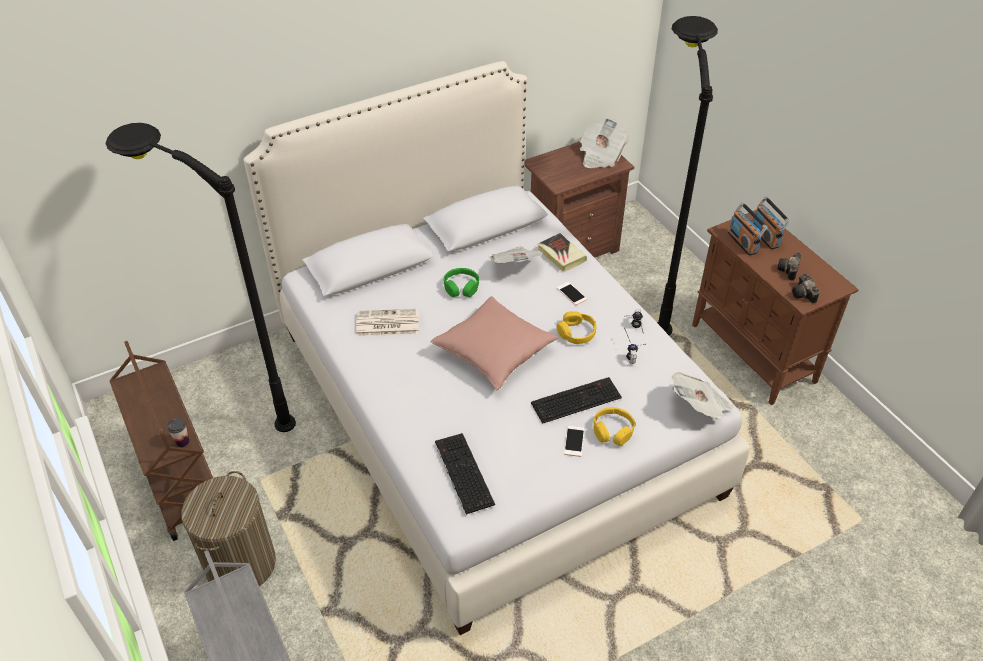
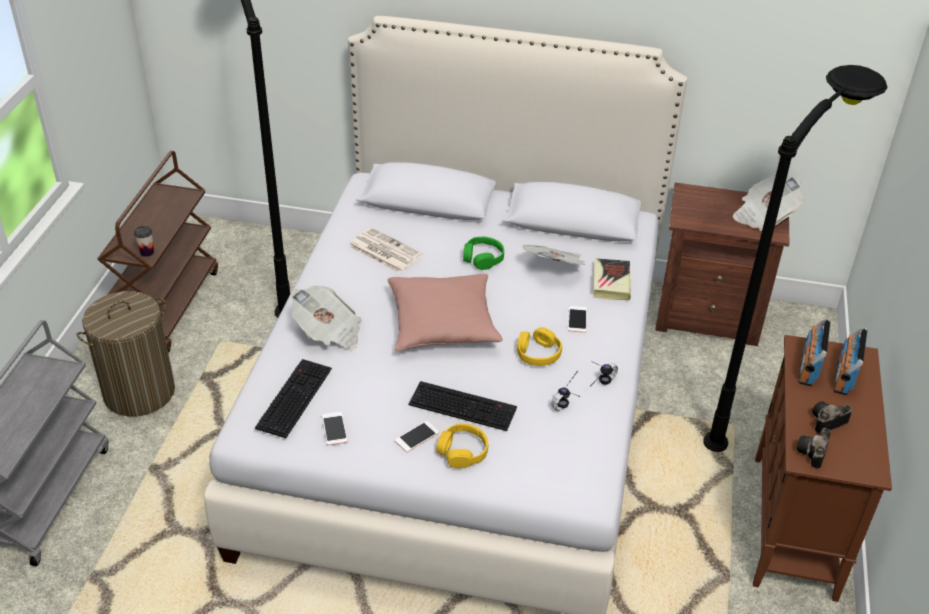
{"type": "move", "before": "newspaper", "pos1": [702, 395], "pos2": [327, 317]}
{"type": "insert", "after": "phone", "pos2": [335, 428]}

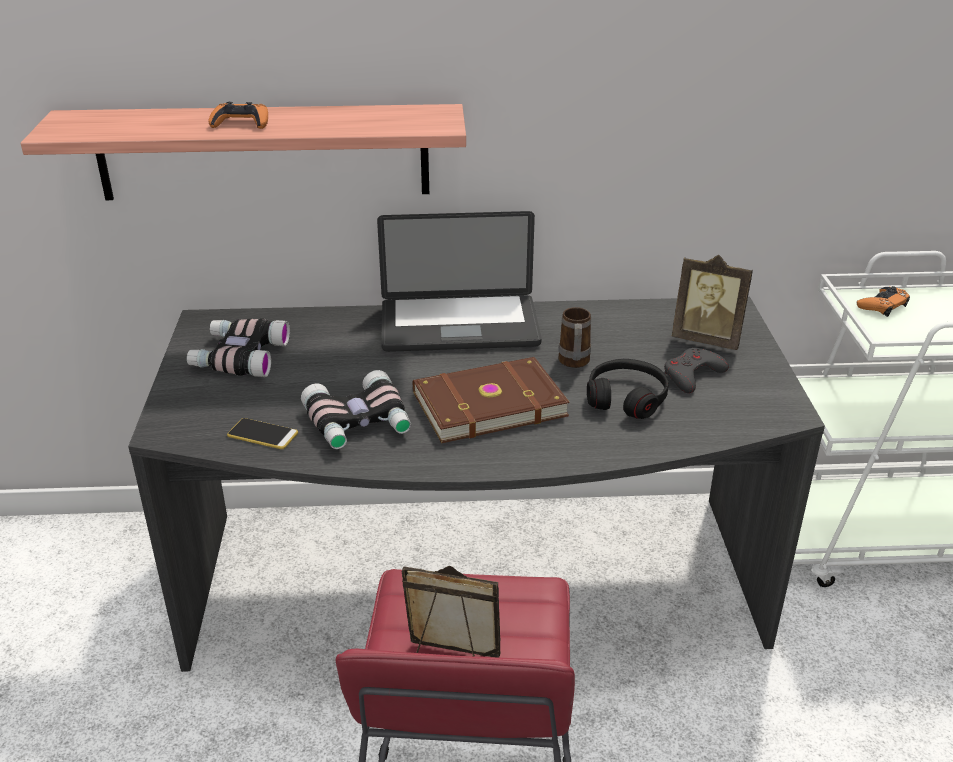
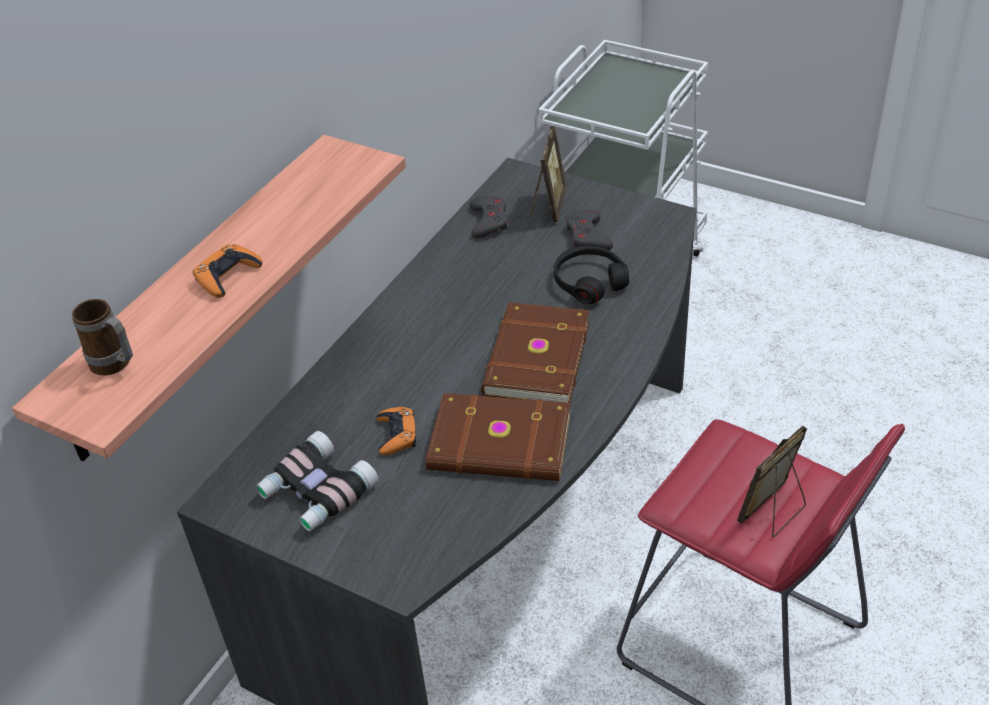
{"type": "move", "before": "tea mug", "pos1": [574, 337], "pos2": [102, 337]}
{"type": "move", "before": "orange-coloured joypad", "pos1": [883, 301], "pos2": [396, 431]}
{"type": "replace", "before": "binoculars", "after": "brown-coloured bound book", "pos1": [356, 409], "pos2": [498, 437]}
{"type": "insert", "after": "greyish joypad", "pos2": [488, 217]}
{"type": "rotate", "before": "photo frame", "pos1": [712, 302], "pos2": [548, 174], "turn": -45}
{"type": "delete", "before": "phone", "pos1": [262, 433]}
{"type": "delete", "before": "notebook computer", "pos1": [459, 281]}

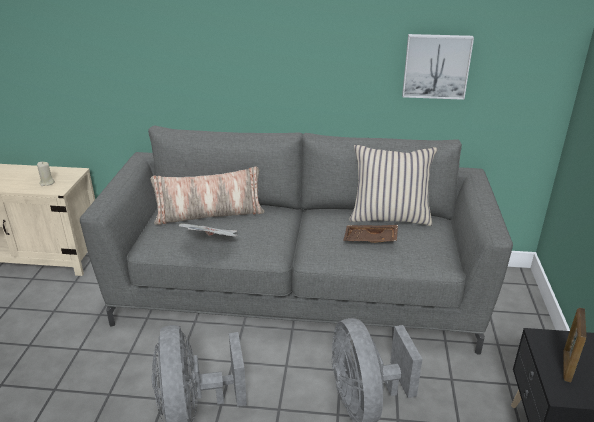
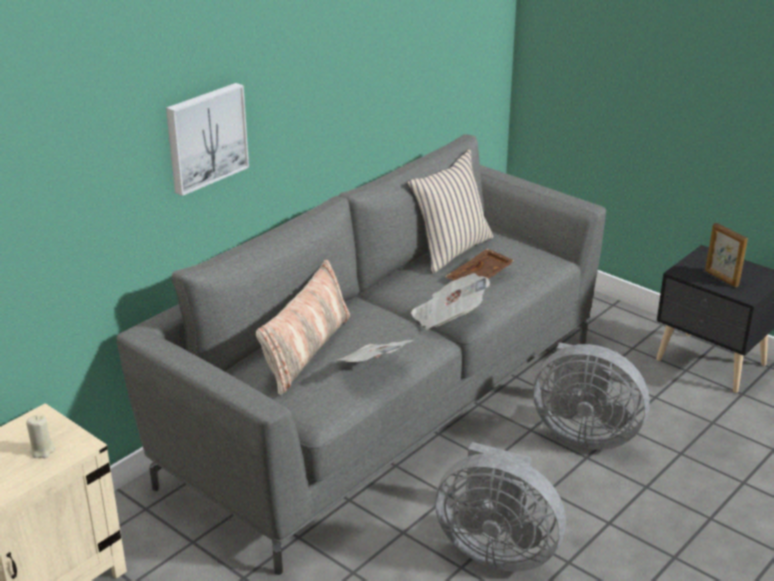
{"type": "move", "before": "wall picture", "pos1": [438, 67], "pos2": [207, 139]}
{"type": "insert", "after": "newspaper", "pos2": [450, 301]}

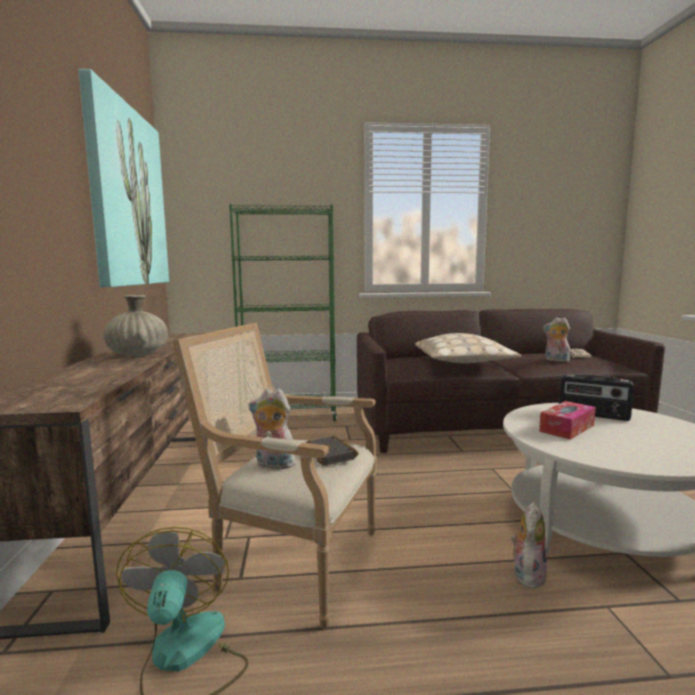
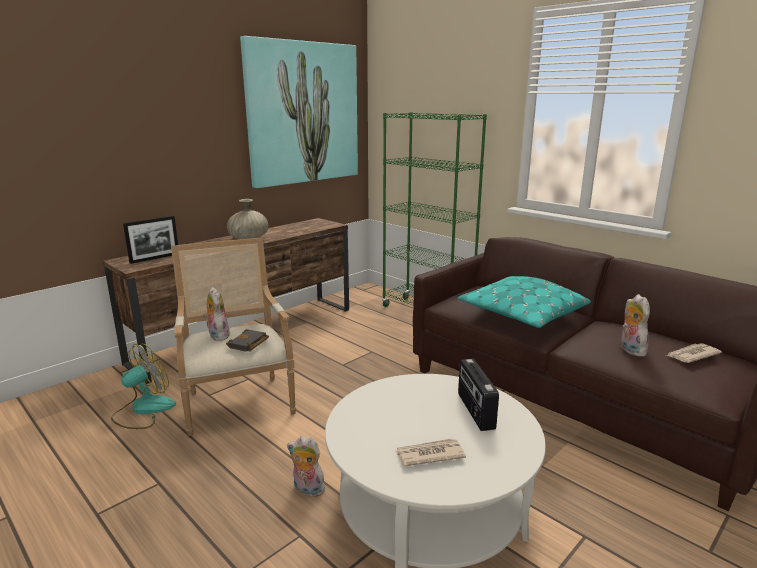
{"type": "insert", "after": "photo frame", "pos2": [150, 240]}
{"type": "rotate", "before": "soft toy", "pos1": [529, 546], "pos2": [306, 466], "turn": -150}
{"type": "insert", "after": "newspaper", "pos2": [430, 452]}
{"type": "recolor", "before": "sand-coloured cushion", "after": "turquoise cushion", "pos1": [468, 348], "pos2": [524, 302]}
{"type": "delete", "before": "box of tissues", "pos1": [567, 420]}

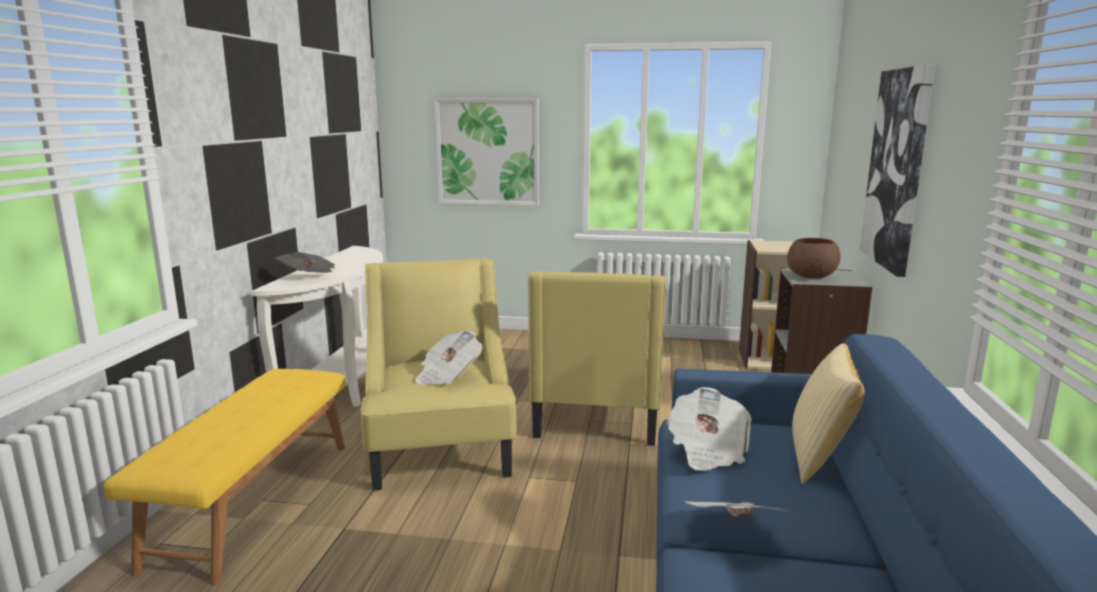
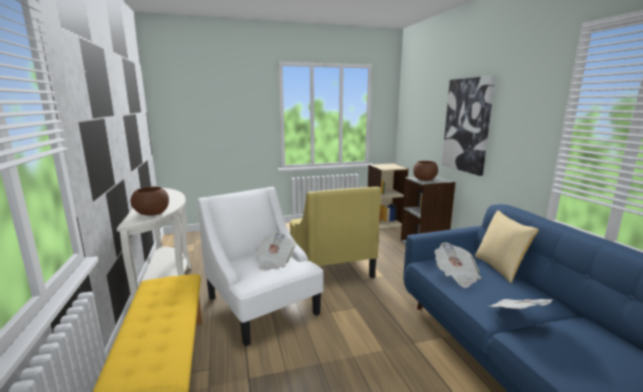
{"type": "replace", "before": "newspaper", "after": "brown-coloured bowl", "pos1": [305, 262], "pos2": [150, 201]}
{"type": "recolor", "before": "yellow-coloured armchair", "after": "whitish armchair", "pos1": [439, 374], "pos2": [260, 266]}
{"type": "delete", "before": "wall picture", "pos1": [486, 152]}

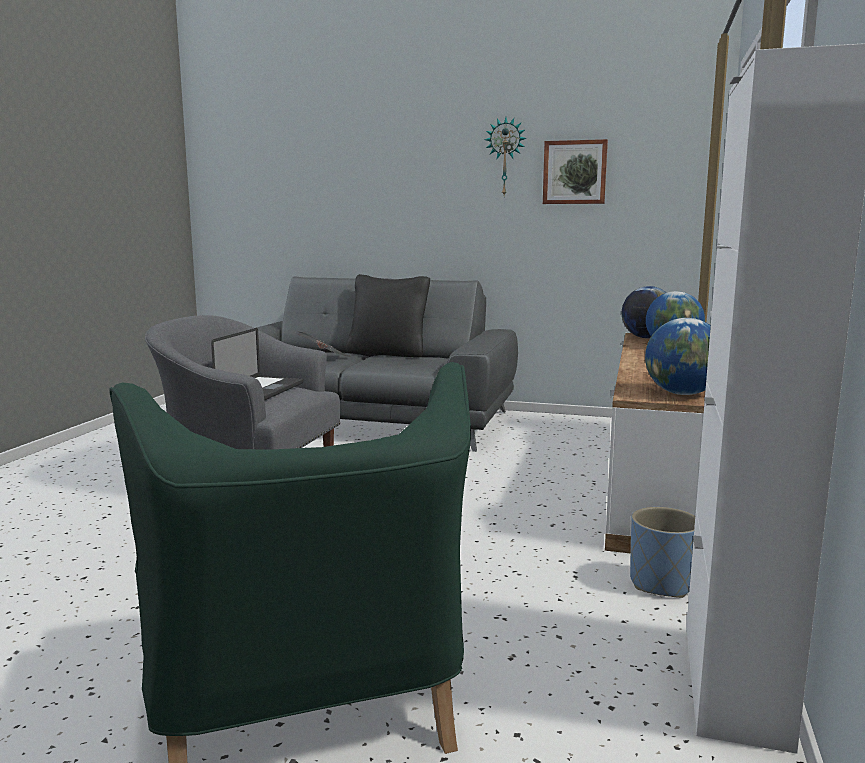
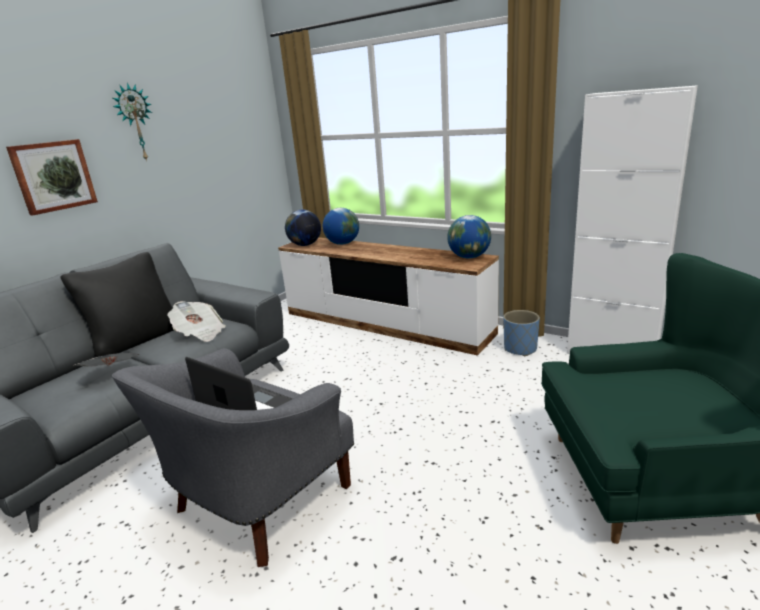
{"type": "move", "before": "wall picture", "pos1": [575, 171], "pos2": [52, 177]}
{"type": "insert", "after": "newspaper", "pos2": [196, 321]}

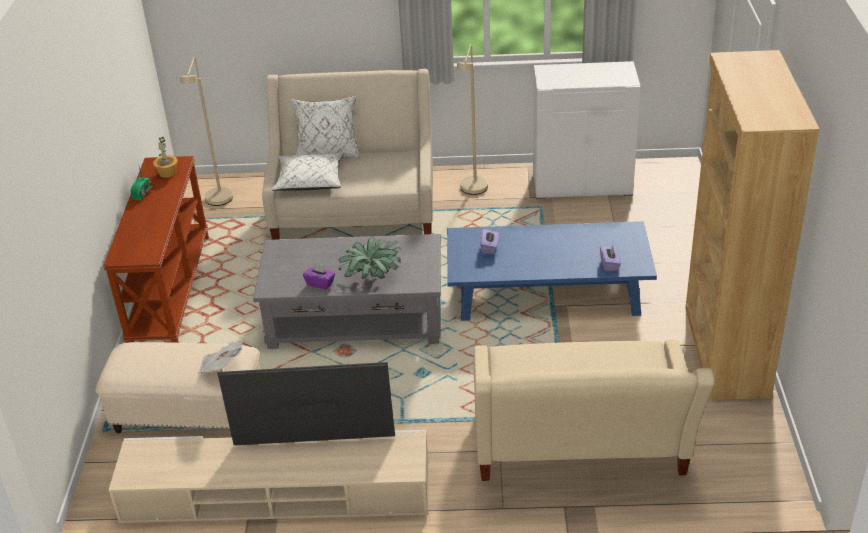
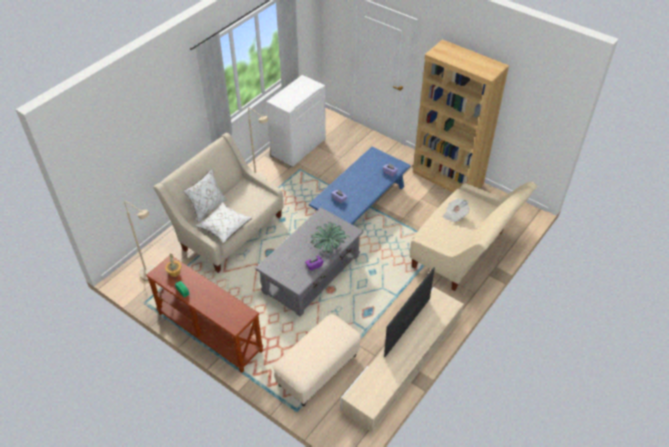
{"type": "move", "before": "newspaper", "pos1": [220, 357], "pos2": [456, 210]}

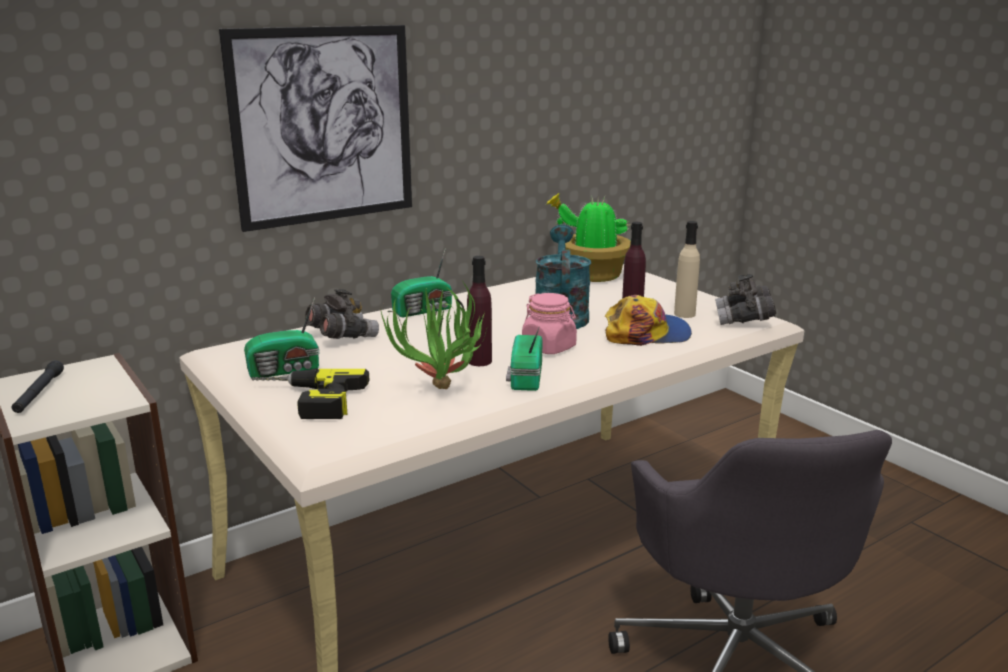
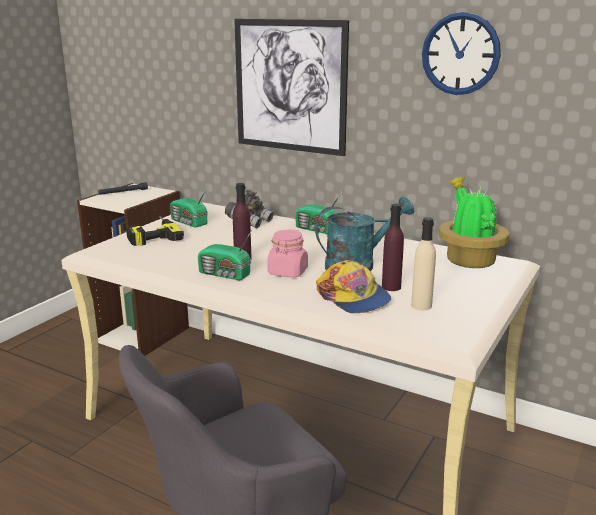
{"type": "rotate", "before": "radio", "pos1": [524, 359], "pos2": [226, 253], "turn": -135}
{"type": "insert", "after": "hanging clock", "pos2": [461, 53]}
{"type": "delete", "before": "potted plant", "pos1": [435, 334]}
{"type": "delete", "before": "greyish binoculars", "pos1": [745, 299]}

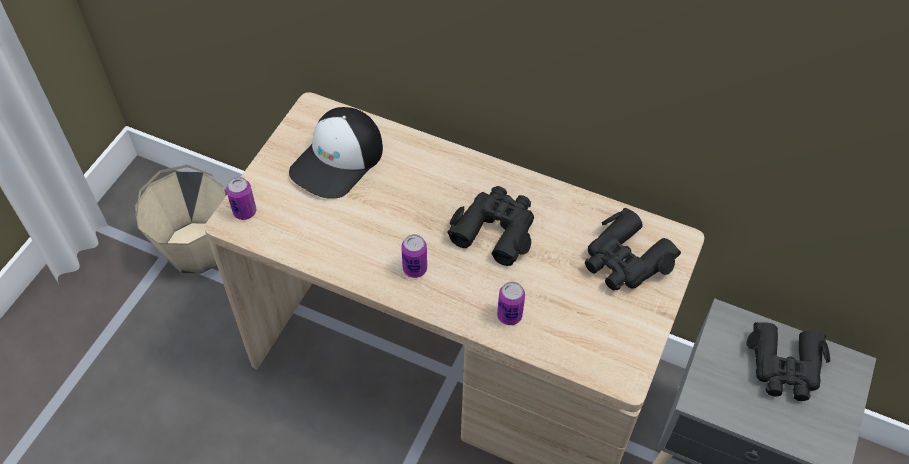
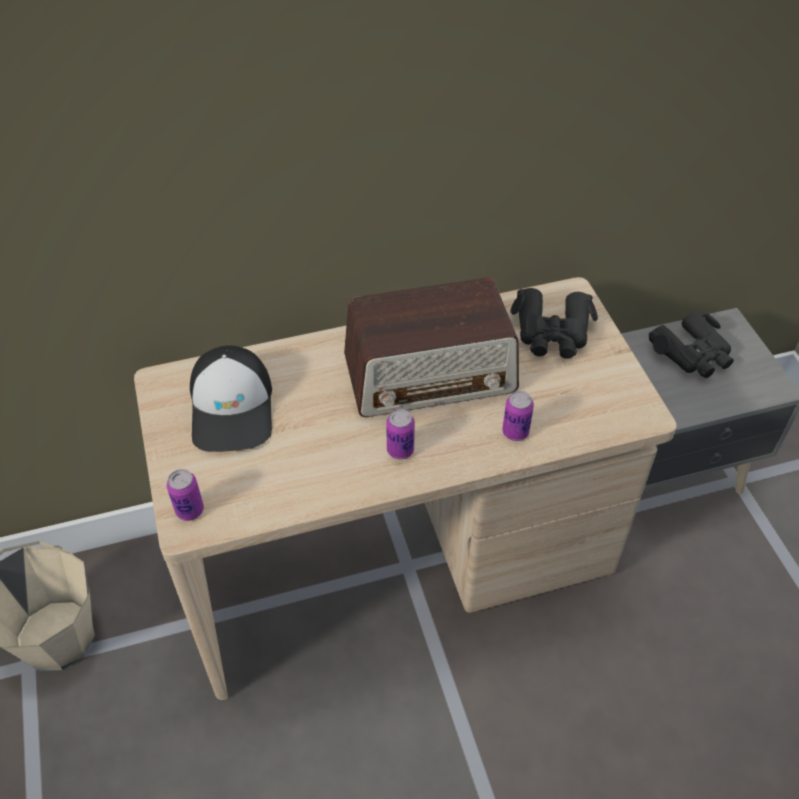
{"type": "replace", "before": "black binoculars", "after": "radio", "pos1": [490, 226], "pos2": [431, 347]}

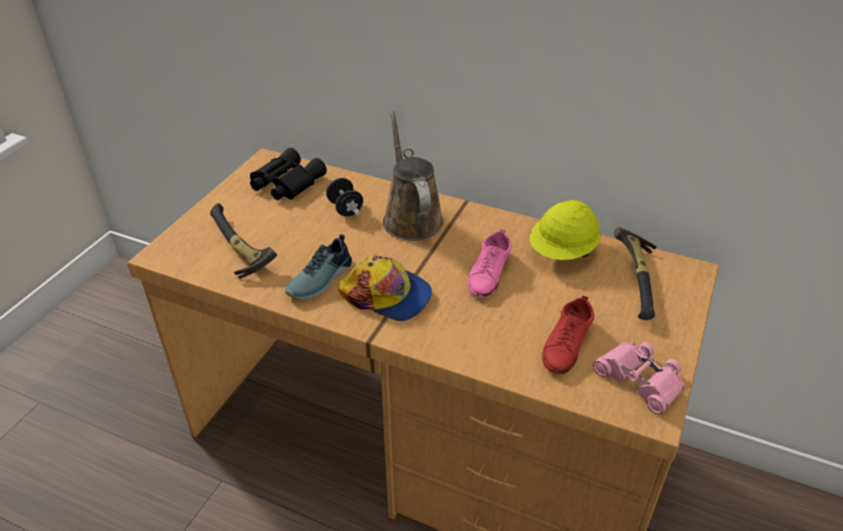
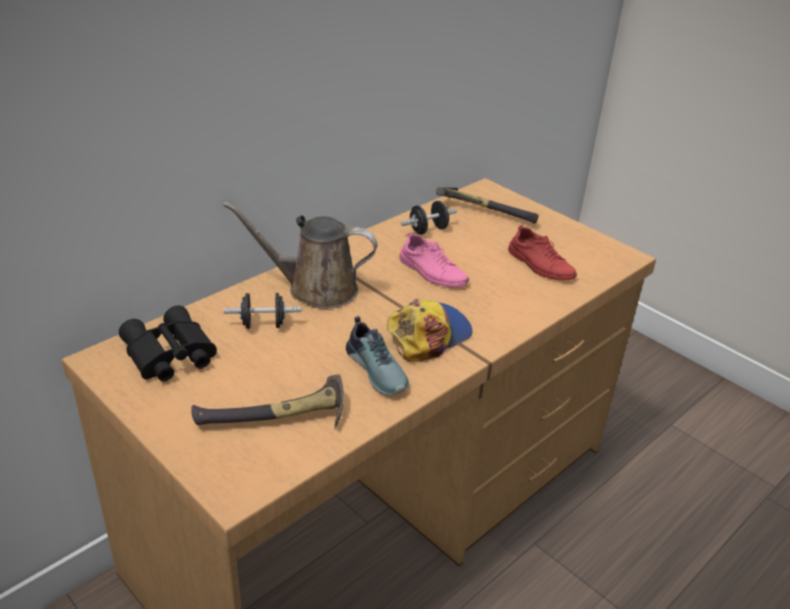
{"type": "replace", "before": "yellow-coloured hard hat", "after": "black dumbbell", "pos1": [565, 230], "pos2": [429, 218]}
{"type": "delete", "before": "pink-coloured binoculars", "pos1": [639, 378]}

